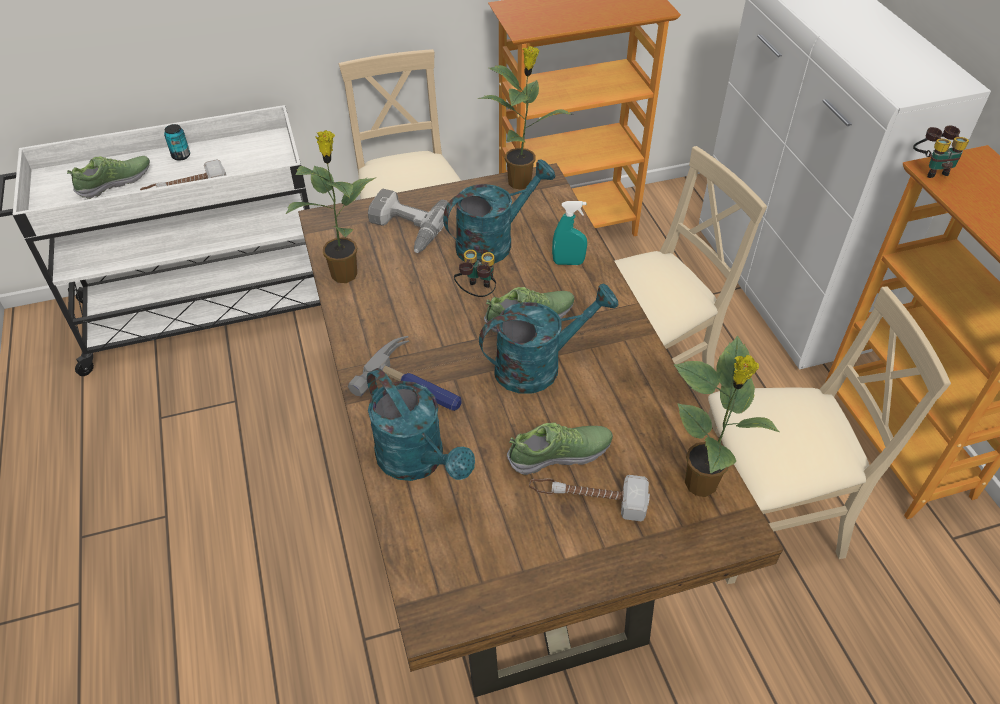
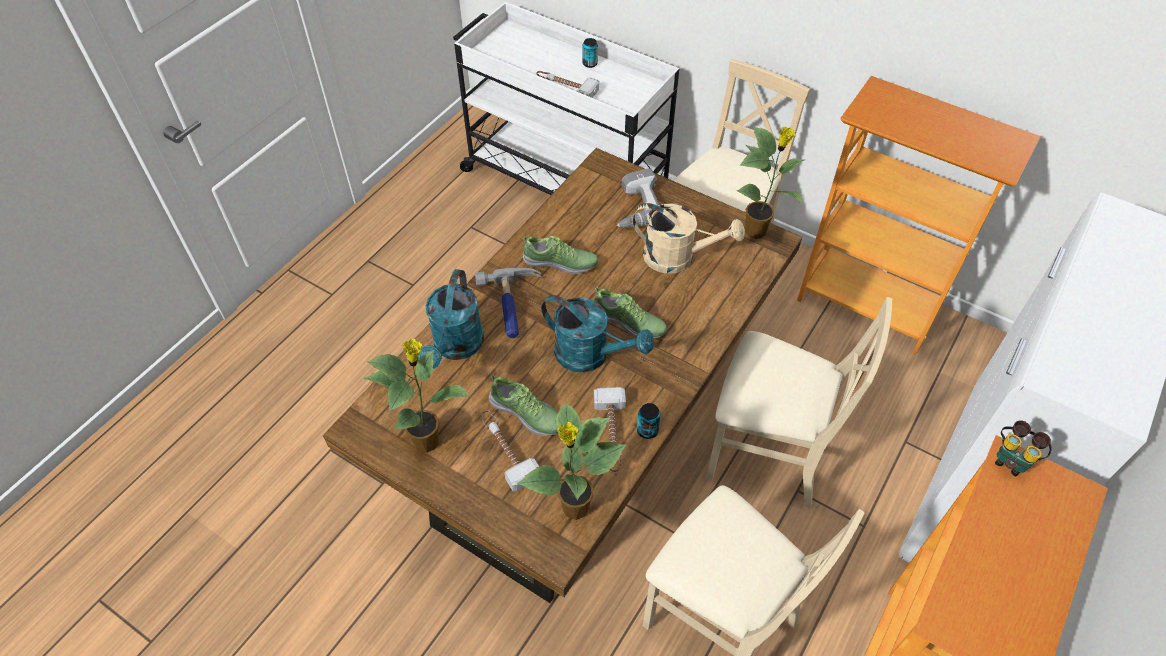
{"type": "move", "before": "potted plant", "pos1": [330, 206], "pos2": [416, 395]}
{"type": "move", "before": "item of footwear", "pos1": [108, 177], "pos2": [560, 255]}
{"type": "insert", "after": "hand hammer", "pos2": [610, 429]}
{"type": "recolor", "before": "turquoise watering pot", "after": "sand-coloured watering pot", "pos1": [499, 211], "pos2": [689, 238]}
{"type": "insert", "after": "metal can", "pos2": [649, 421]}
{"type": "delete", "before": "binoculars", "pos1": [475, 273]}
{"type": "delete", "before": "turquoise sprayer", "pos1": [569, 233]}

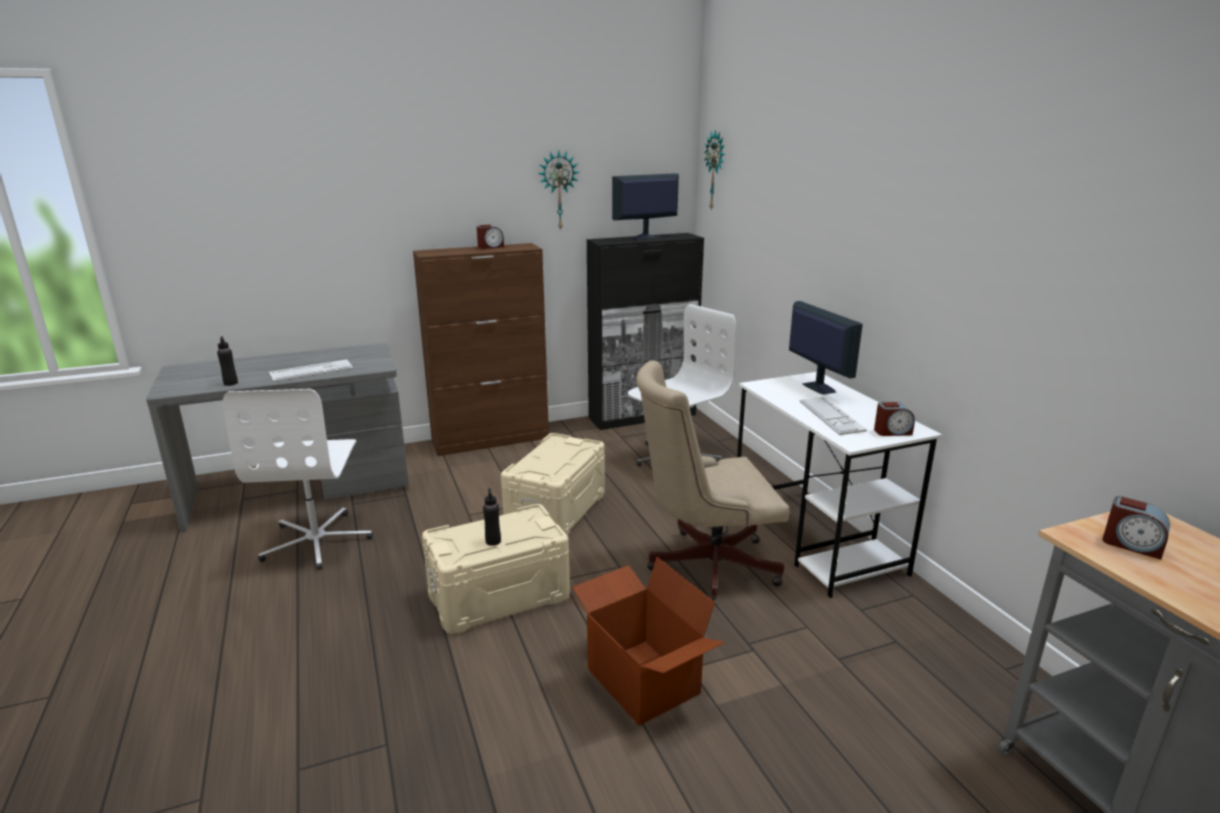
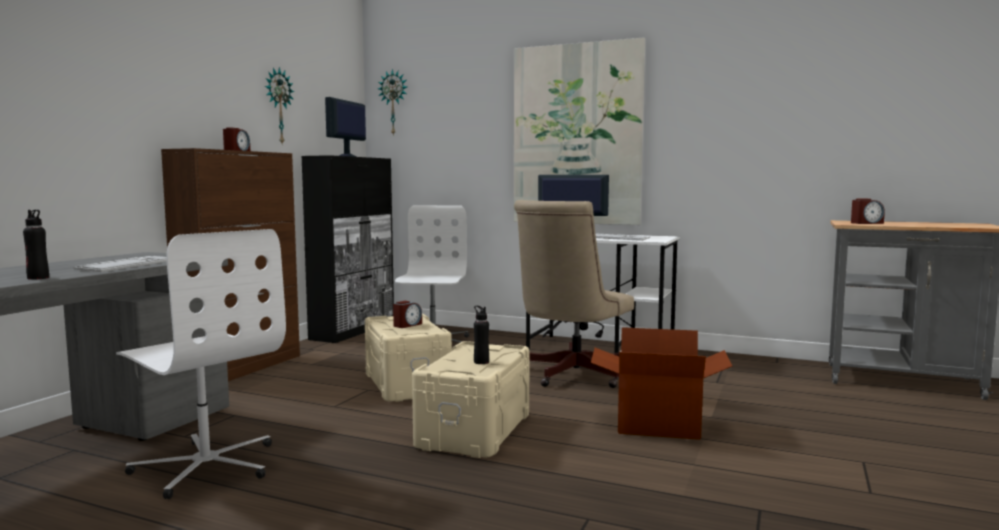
{"type": "move", "before": "table clock", "pos1": [894, 419], "pos2": [407, 314]}
{"type": "insert", "after": "wall picture", "pos2": [579, 131]}

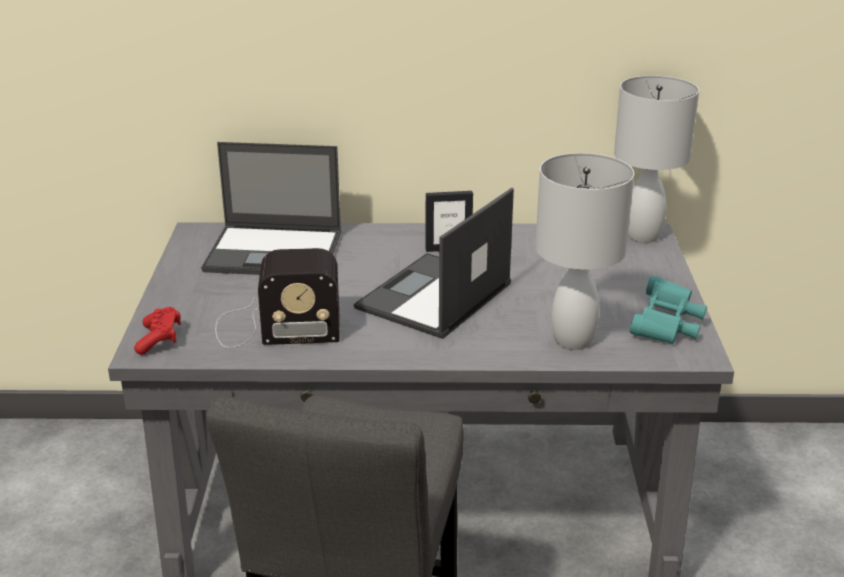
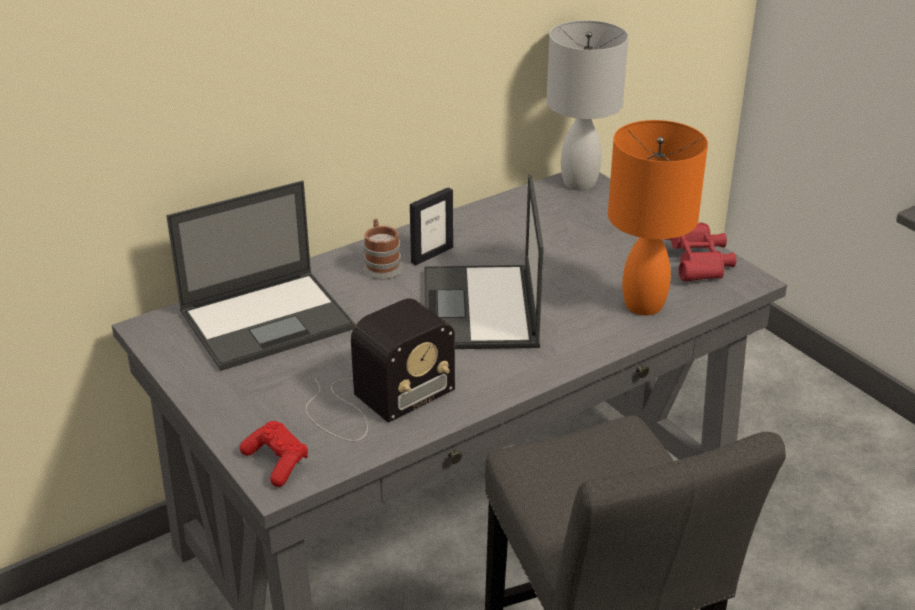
{"type": "insert", "after": "tea mug", "pos2": [382, 249]}
{"type": "recolor", "before": "whitish tabletop lamp", "after": "orange-coloured tabletop lamp", "pos1": [584, 251], "pos2": [658, 217]}
{"type": "recolor", "before": "turquoise binoculars", "after": "red binoculars", "pos1": [668, 309], "pos2": [700, 252]}

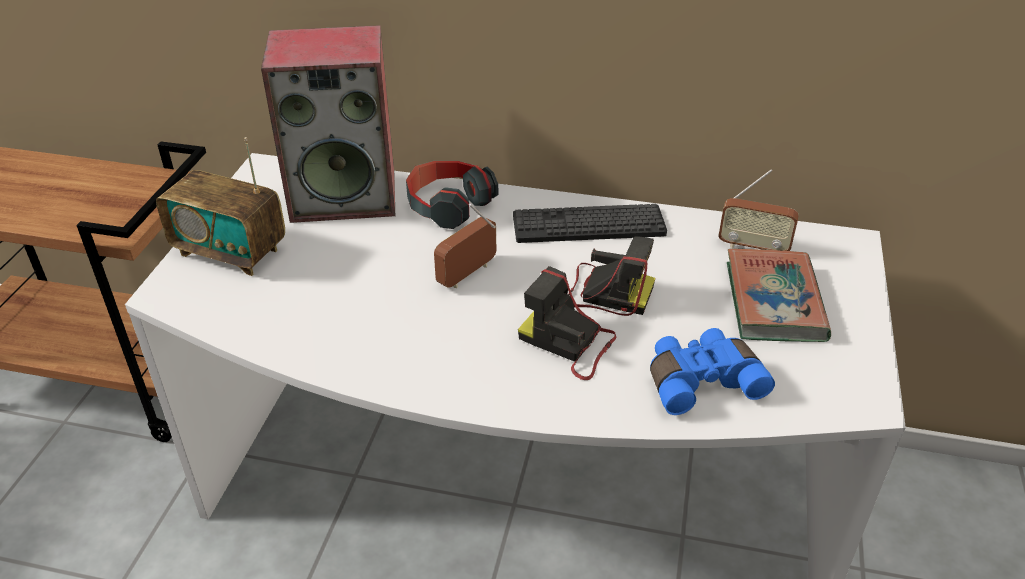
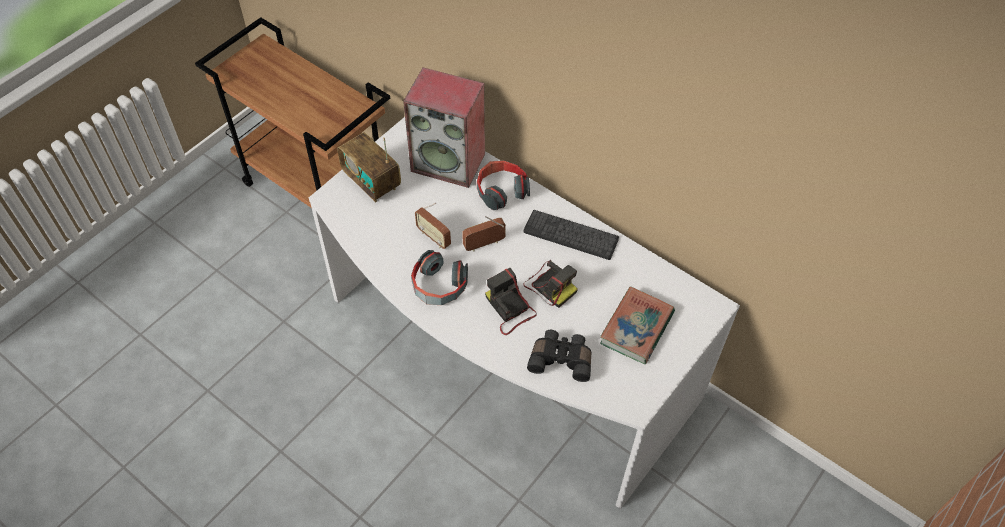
{"type": "insert", "after": "headset", "pos2": [439, 277]}
{"type": "move", "before": "radio", "pos1": [758, 210], "pos2": [433, 226]}
{"type": "recolor", "before": "bluish binoculars", "after": "black binoculars", "pos1": [712, 371], "pos2": [559, 356]}

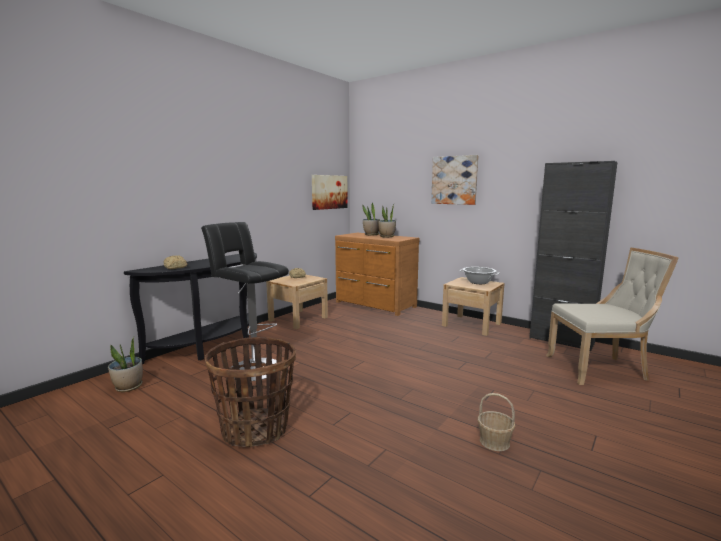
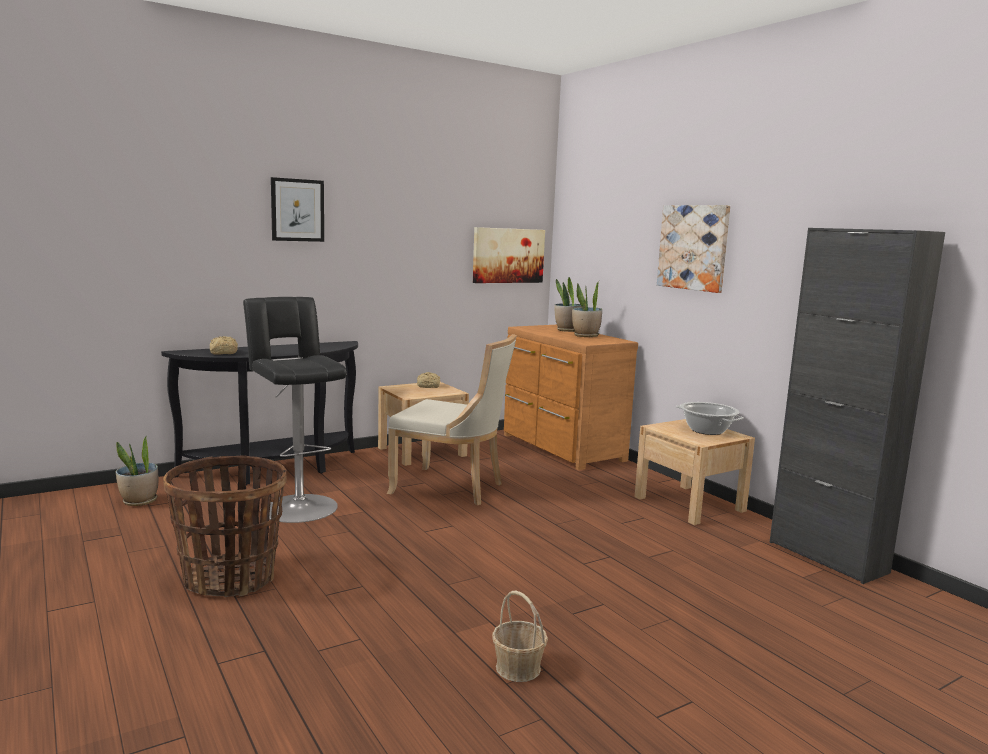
{"type": "insert", "after": "wall picture", "pos2": [297, 209]}
{"type": "move", "before": "sand-coloured plain chair", "pos1": [612, 316], "pos2": [452, 419]}

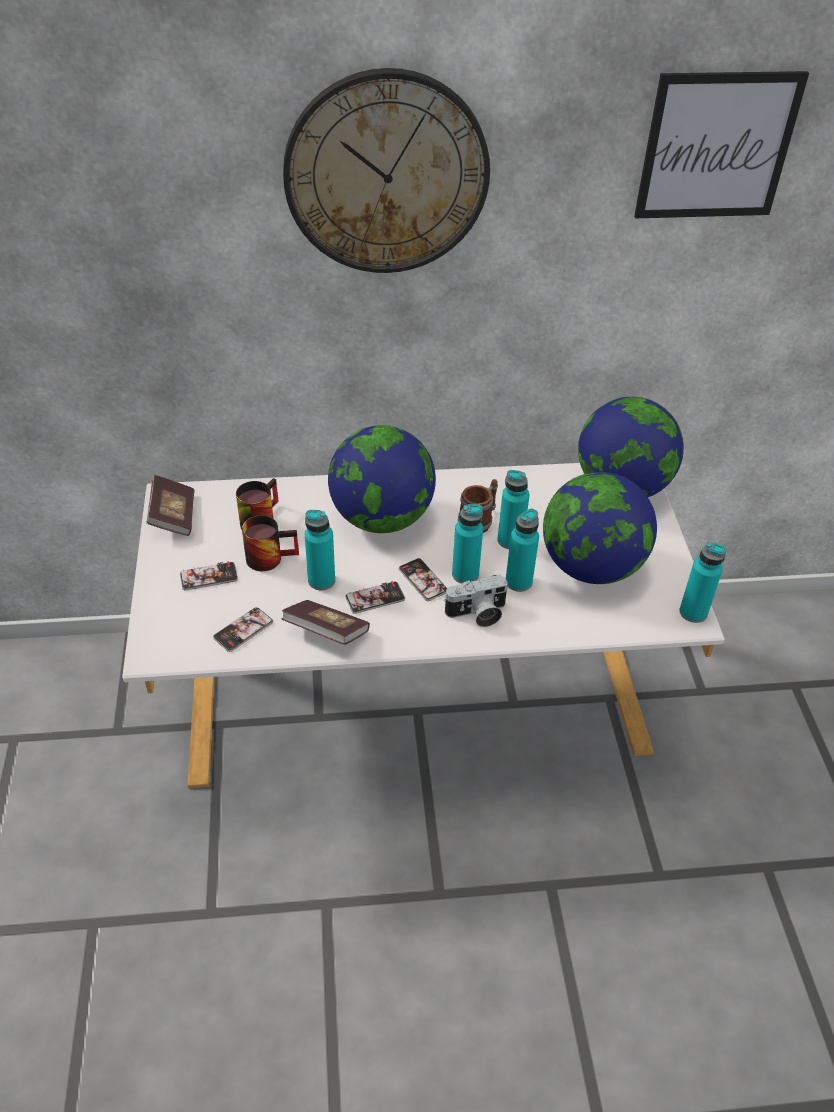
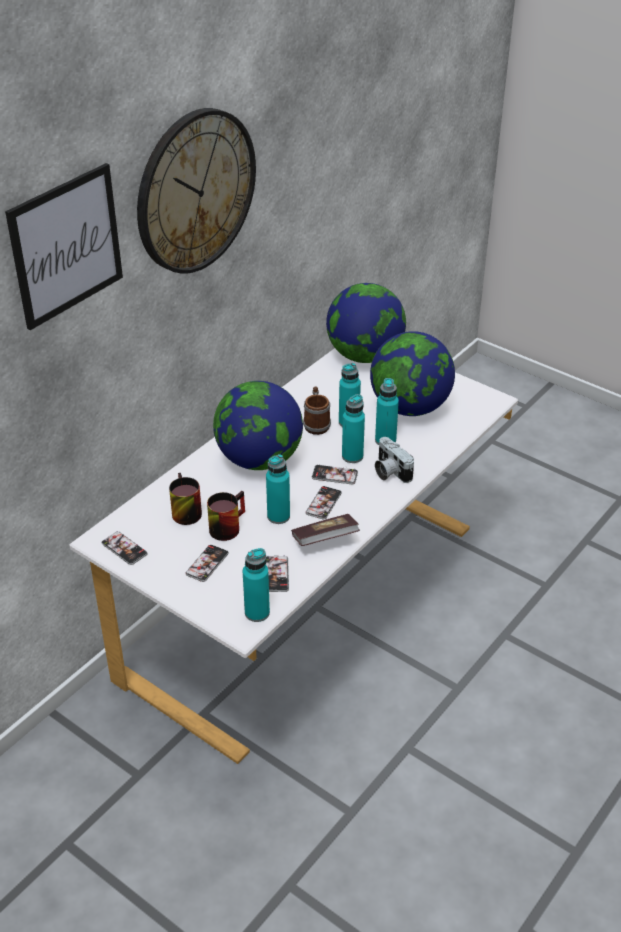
{"type": "move", "before": "wall picture", "pos1": [721, 144], "pos2": [64, 246]}
{"type": "replace", "before": "bound book", "after": "phone", "pos1": [170, 505], "pos2": [124, 548]}
{"type": "move", "before": "turquoise drink bottle", "pos1": [703, 582], "pos2": [256, 585]}
{"type": "rotate", "before": "still camera", "pos1": [476, 601], "pos2": [394, 460], "turn": 120}

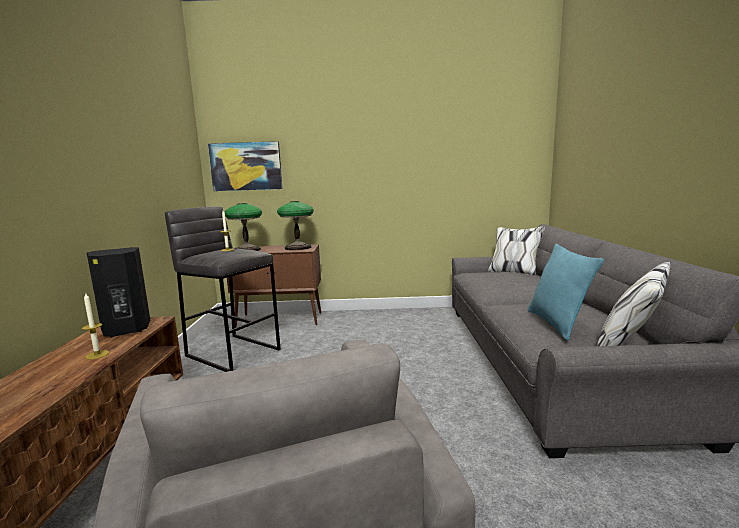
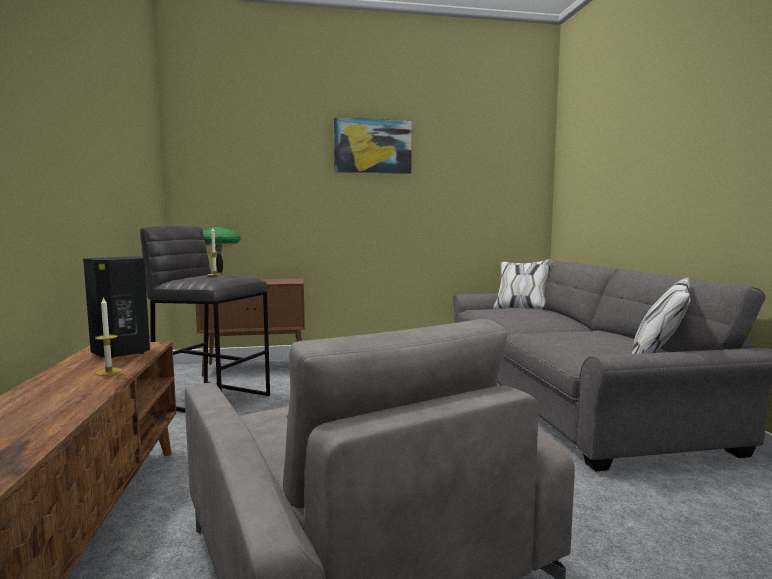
{"type": "move", "before": "wall picture", "pos1": [245, 166], "pos2": [373, 145]}
{"type": "delete", "before": "tabletop lamp", "pos1": [295, 225]}
{"type": "delete", "before": "turquoise cushion", "pos1": [565, 292]}

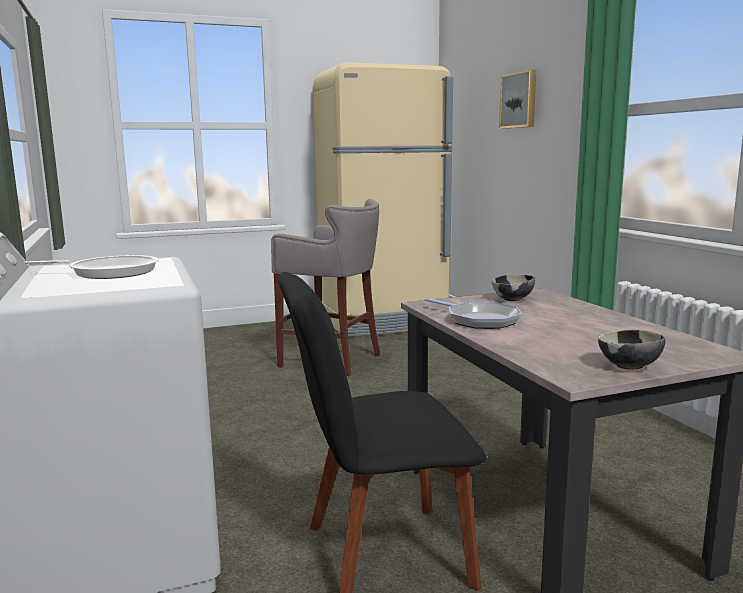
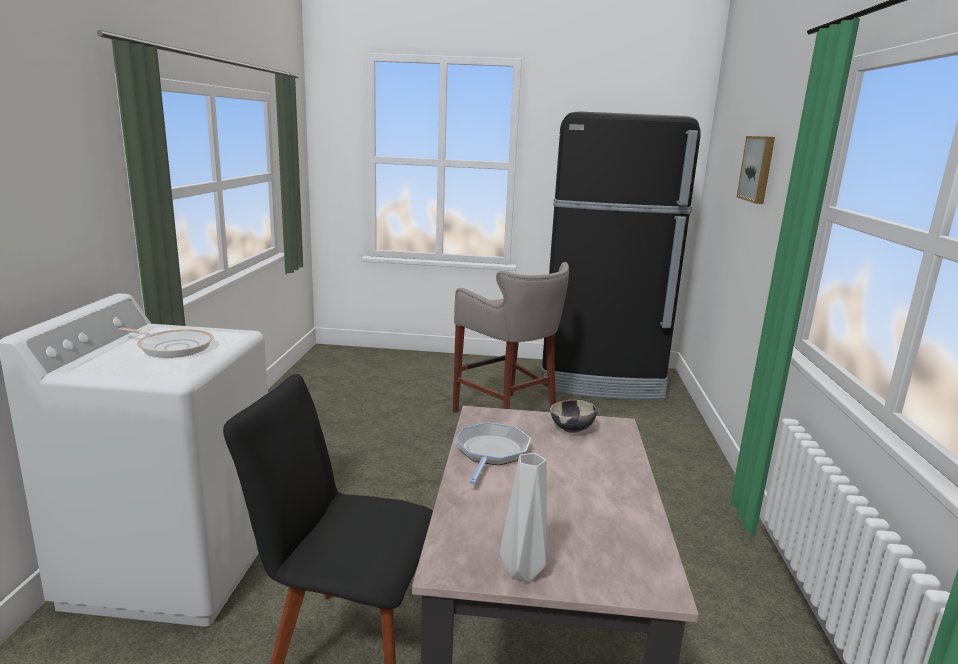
{"type": "rotate", "before": "skillet", "pos1": [473, 313], "pos2": [493, 453], "turn": -150}
{"type": "replace", "before": "bowl", "after": "greyish vase", "pos1": [631, 349], "pos2": [523, 518]}
{"type": "recolor", "before": "sand-coloured kitchen fridge", "after": "black kitchen fridge", "pos1": [383, 199], "pos2": [621, 255]}

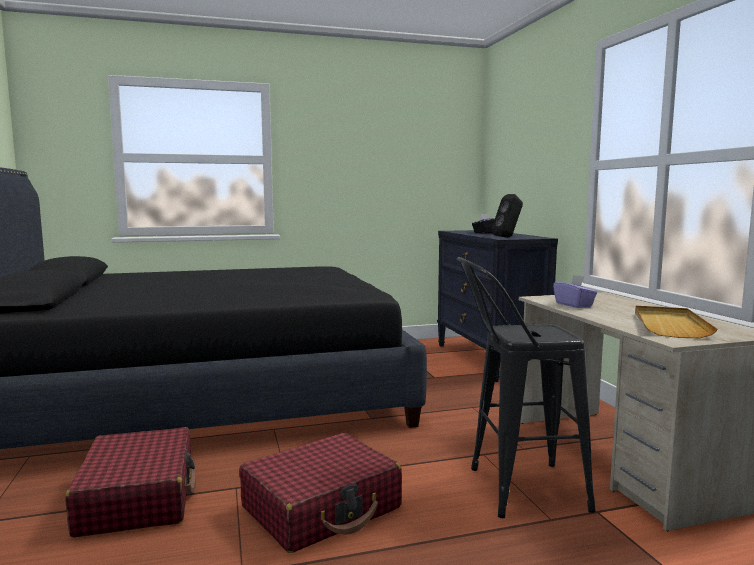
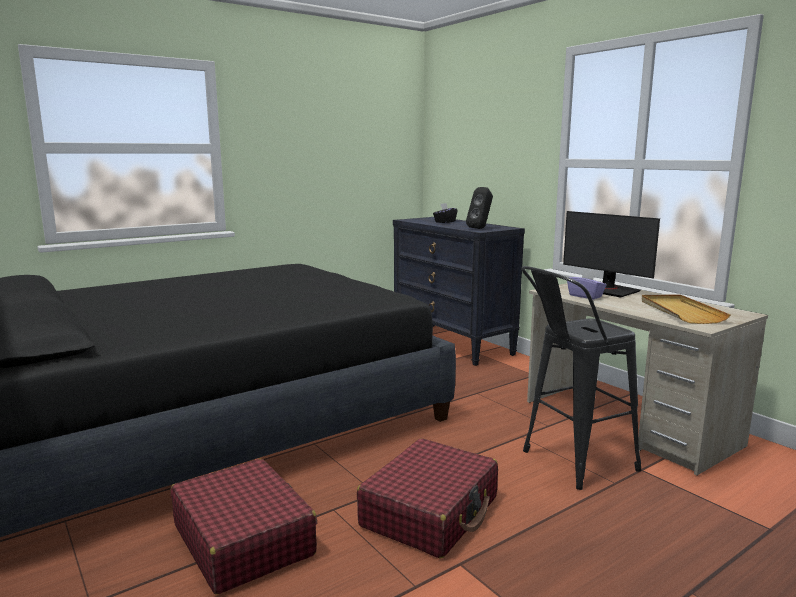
{"type": "insert", "after": "computer display", "pos2": [611, 254]}

